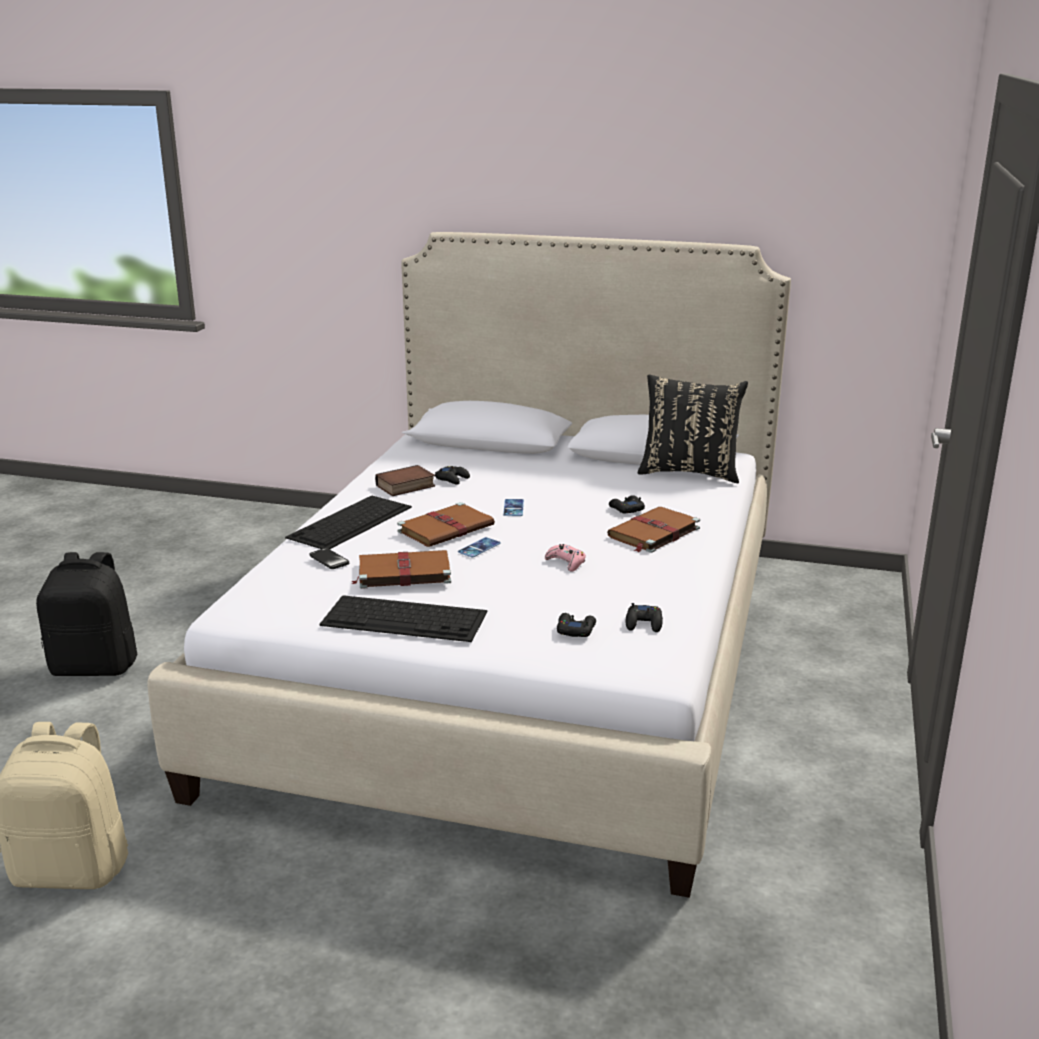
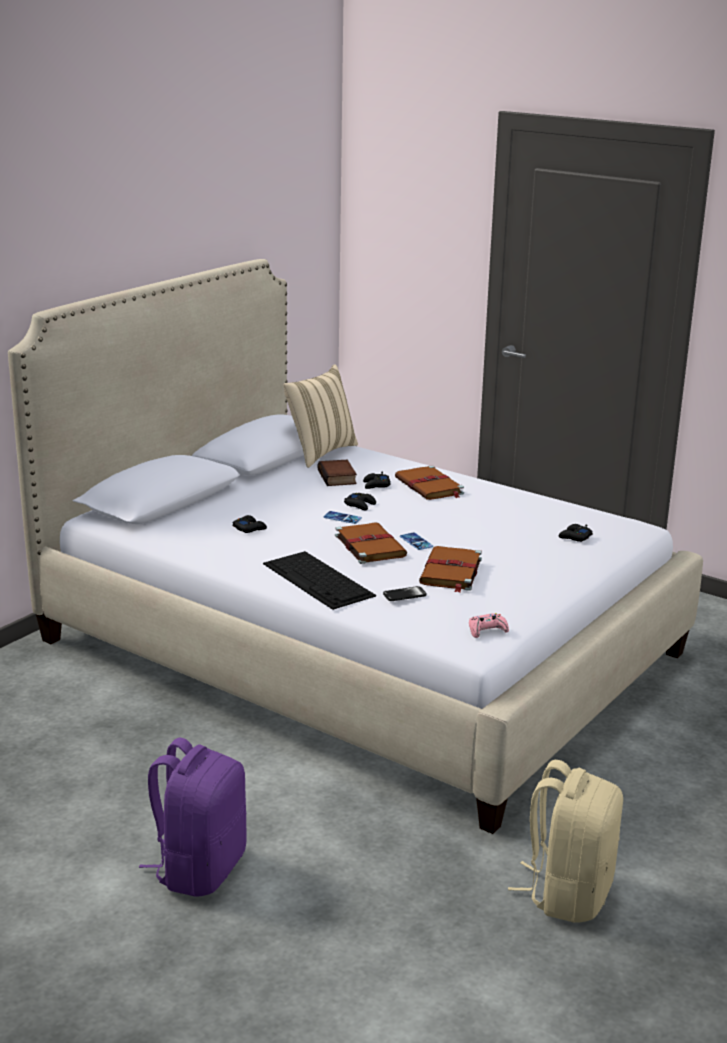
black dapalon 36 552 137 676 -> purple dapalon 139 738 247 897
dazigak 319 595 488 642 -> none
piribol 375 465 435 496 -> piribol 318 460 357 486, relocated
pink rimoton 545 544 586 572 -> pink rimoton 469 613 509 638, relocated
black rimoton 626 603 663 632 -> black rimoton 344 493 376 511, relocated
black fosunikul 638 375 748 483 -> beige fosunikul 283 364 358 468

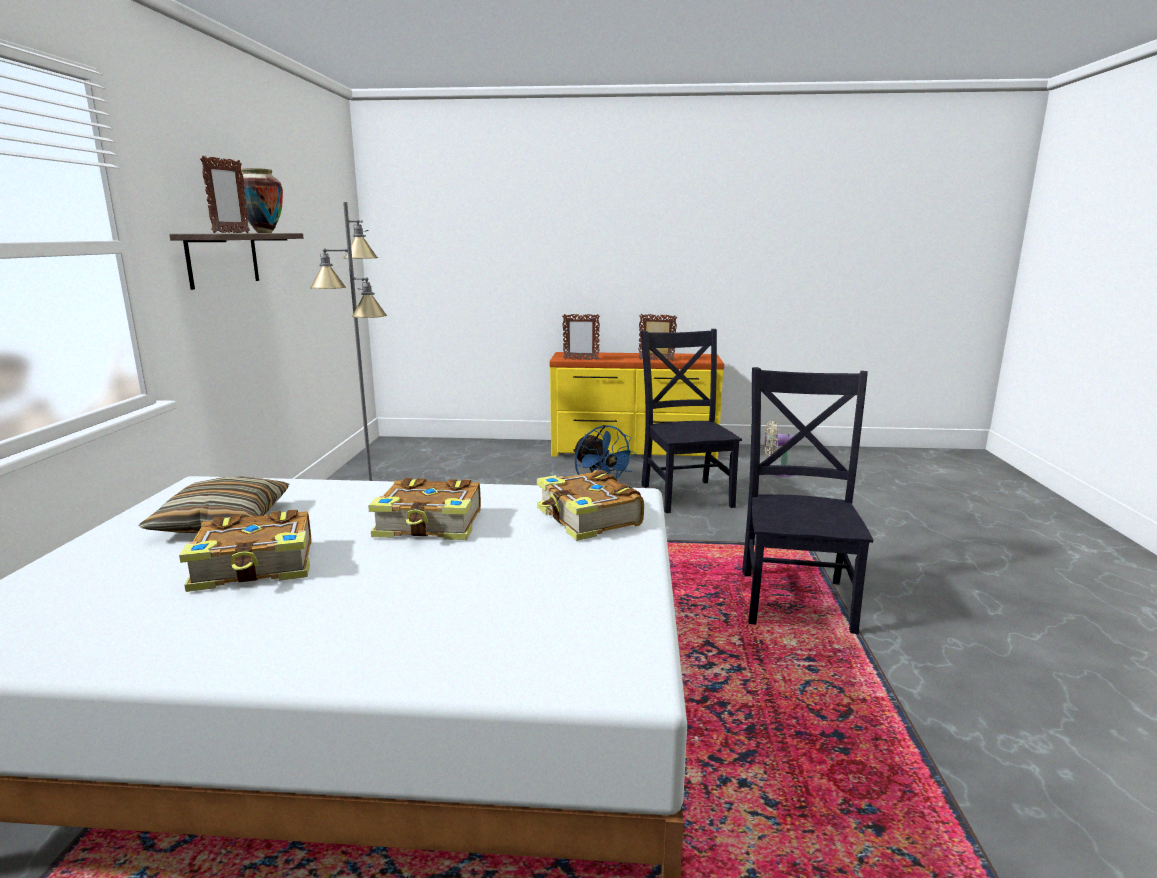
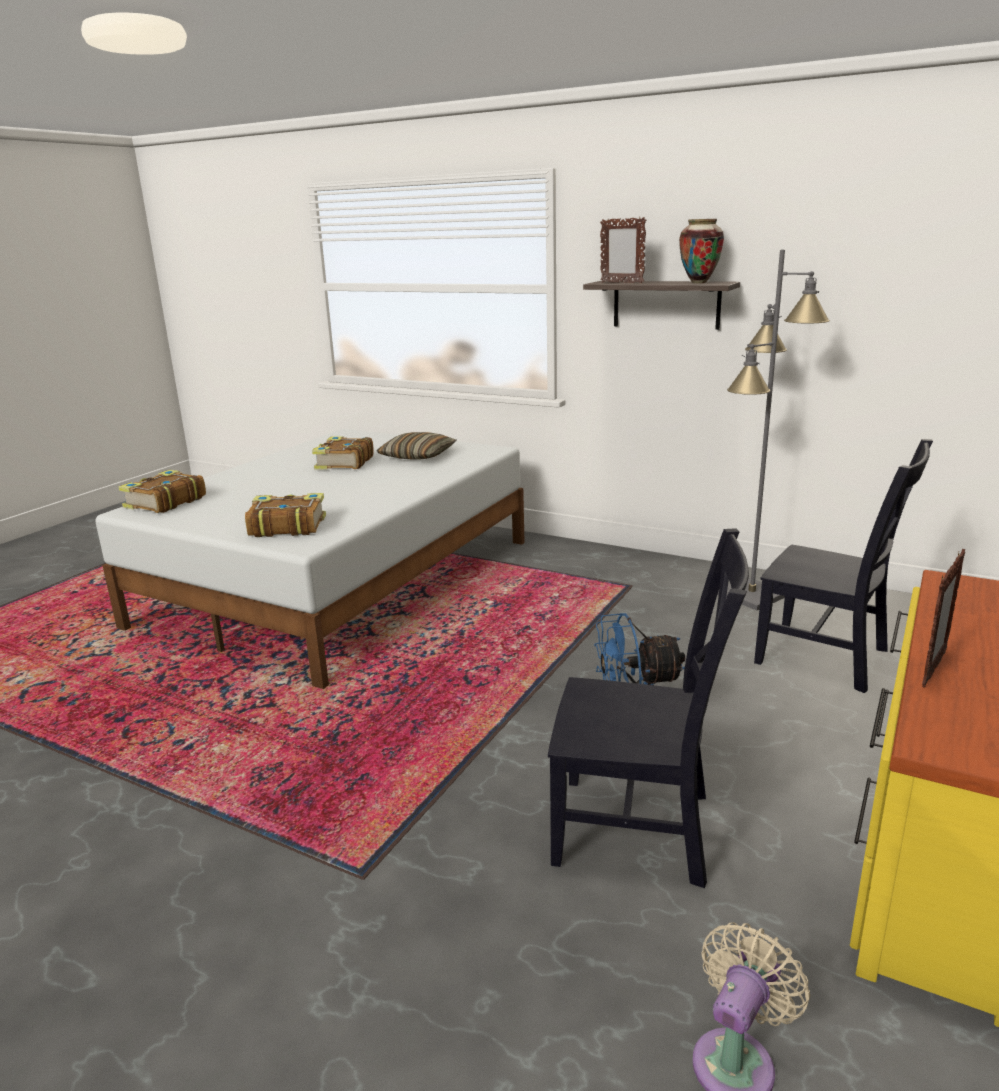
piribol 368 478 481 540 -> piribol 118 470 206 513, relocated
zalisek 562 314 600 360 -> none
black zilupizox 742 367 873 634 -> black zilupizox 754 439 933 693, relocated

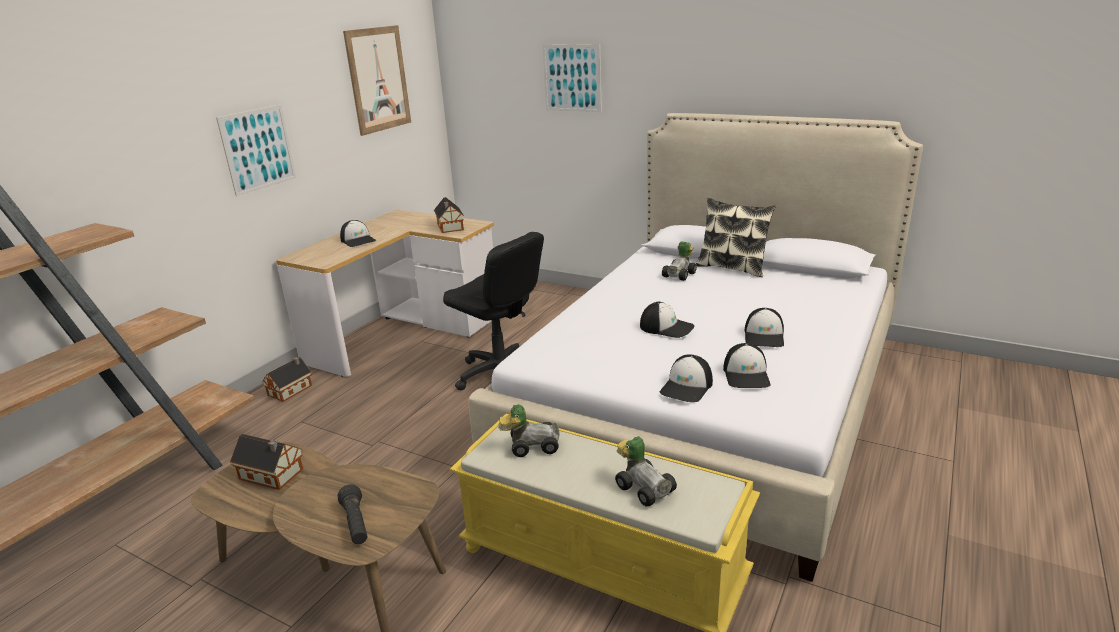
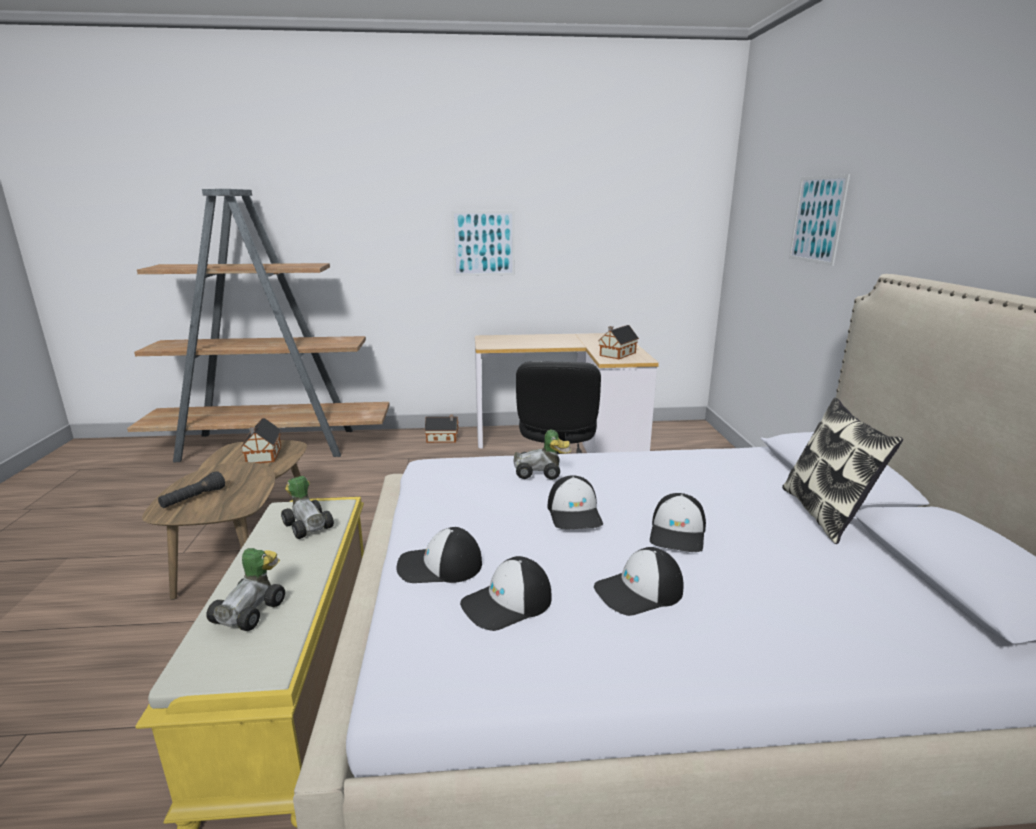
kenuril 340 220 376 247 -> kenuril 650 493 706 552, relocated
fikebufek 343 25 411 136 -> none
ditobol 662 241 697 281 -> ditobol 514 429 571 480, relocated

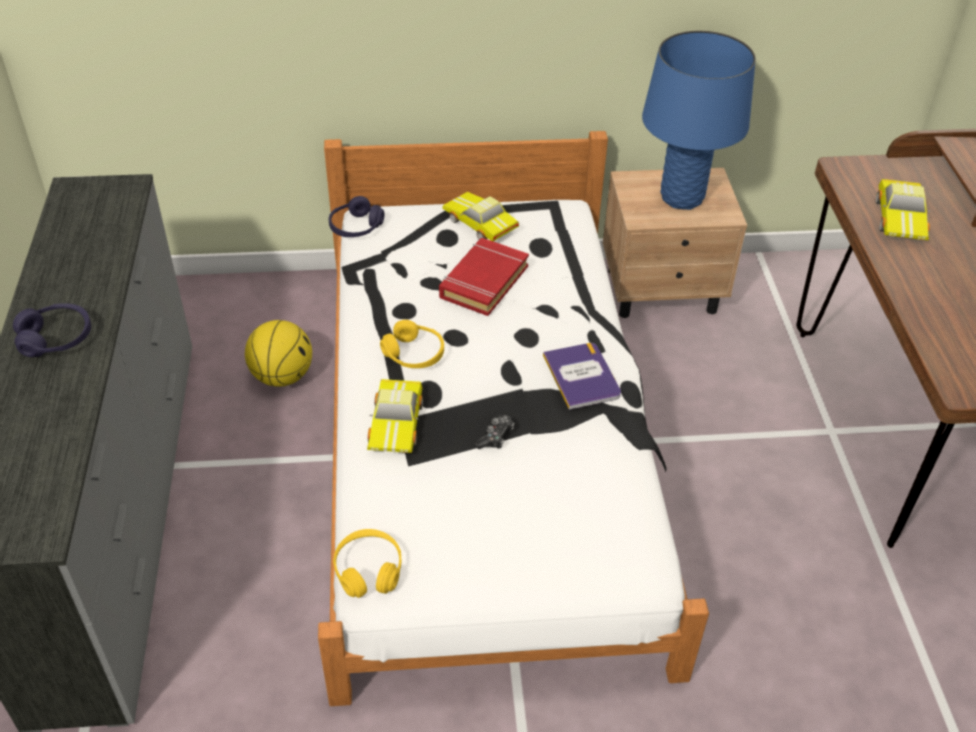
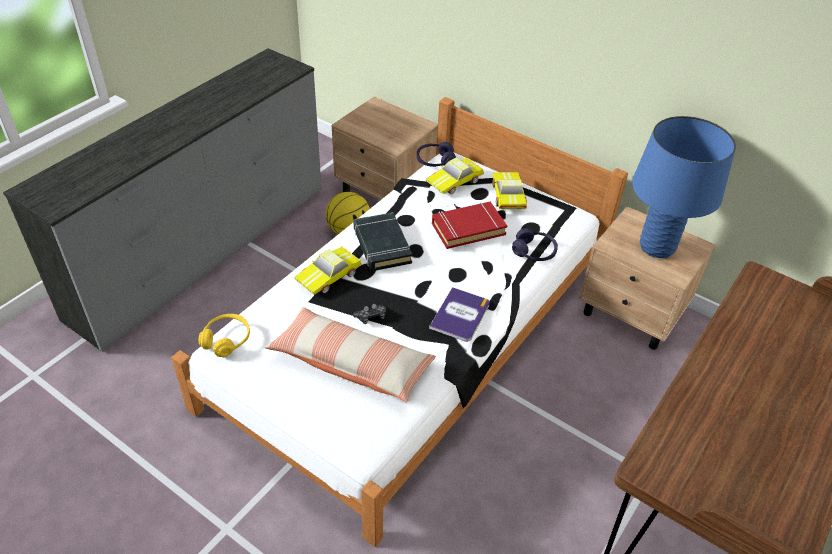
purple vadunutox 13 303 91 357 -> purple vadunutox 512 228 558 261, relocated
yellow vadunutox 380 320 444 368 -> black piribol 354 212 413 271
ditobol 876 179 930 240 -> ditobol 426 158 484 194, relocated
none -> fosunikul 264 307 436 403
none -> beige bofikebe 331 97 438 200

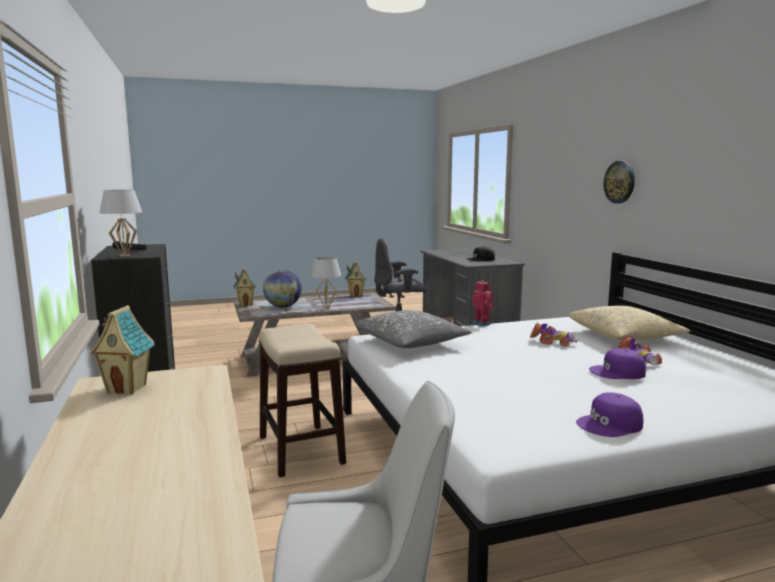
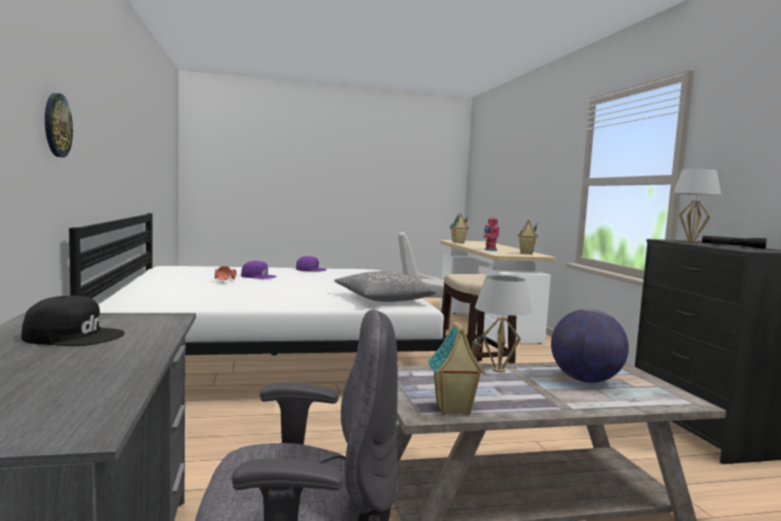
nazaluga 234 267 256 306 -> nazaluga 449 213 469 243, relocated
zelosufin 472 280 494 326 -> zelosufin 483 217 499 251, relocated
ditobol 530 323 578 346 -> none
beige fosunikul 568 306 690 341 -> none

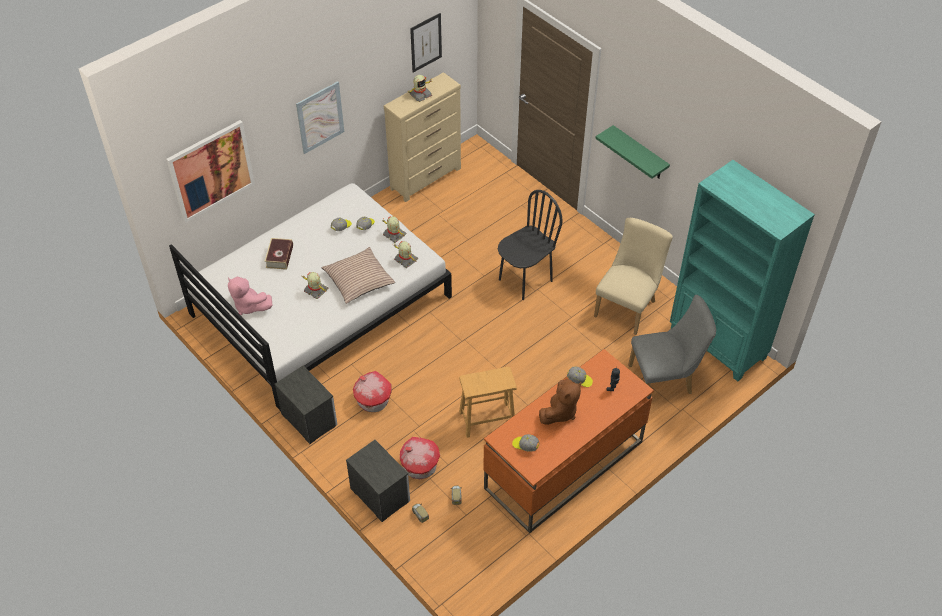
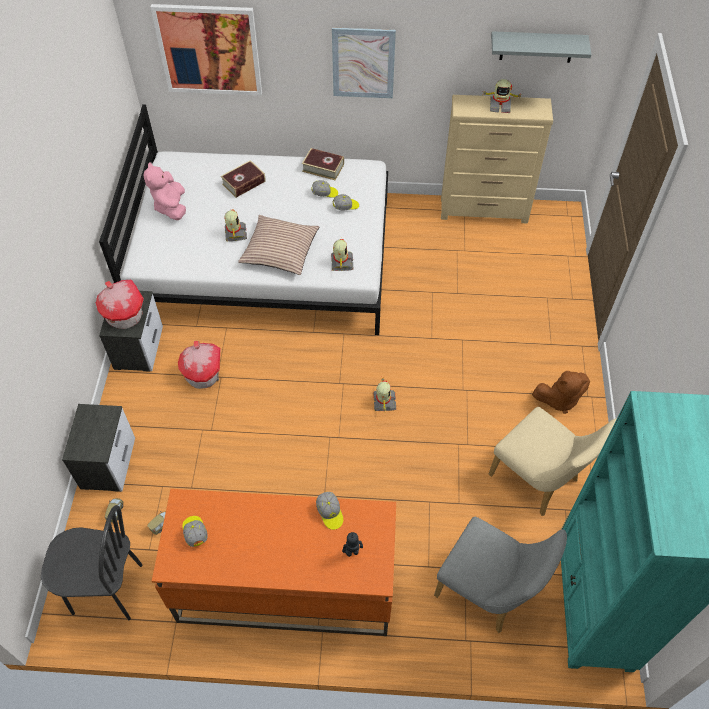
zelosufin 382 216 407 243 -> zelosufin 373 377 396 411, relocated
nazaluga 400 437 440 479 -> nazaluga 96 280 144 329, relocated
fikebufek 410 13 442 73 -> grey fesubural 491 31 592 63
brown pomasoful 459 367 517 438 -> none
black zilupizox 498 190 563 300 -> black zilupizox 41 505 142 620, relocated
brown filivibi 539 379 581 425 -> brown filivibi 532 371 590 414, relocated
beige zilupizox 594 218 673 335 -> beige zilupizox 489 407 617 516, 60 degrees clockwise
green fesubural 595 125 670 179 -> none
none -> piribol 302 148 344 181

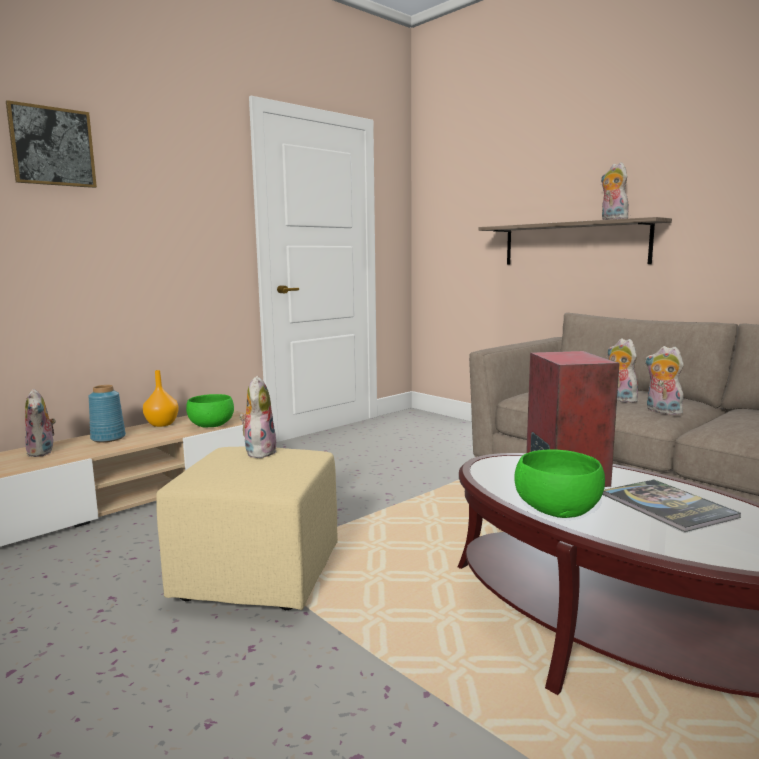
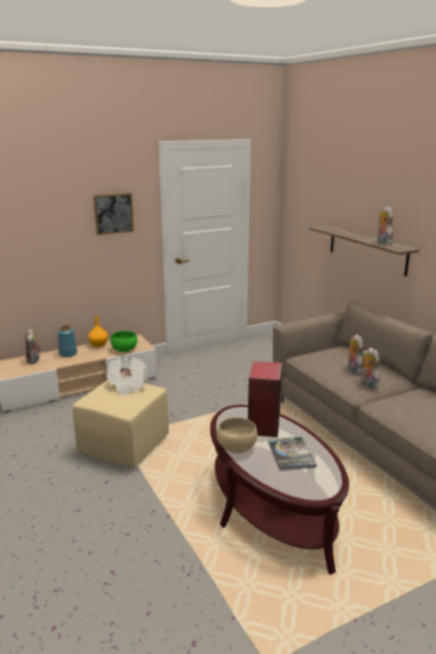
fikebufek 6 100 97 188 -> fikebufek 93 193 134 235, relocated
filivibi 239 376 277 458 -> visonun 106 355 147 396
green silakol 514 450 605 518 -> beige silakol 217 417 258 453

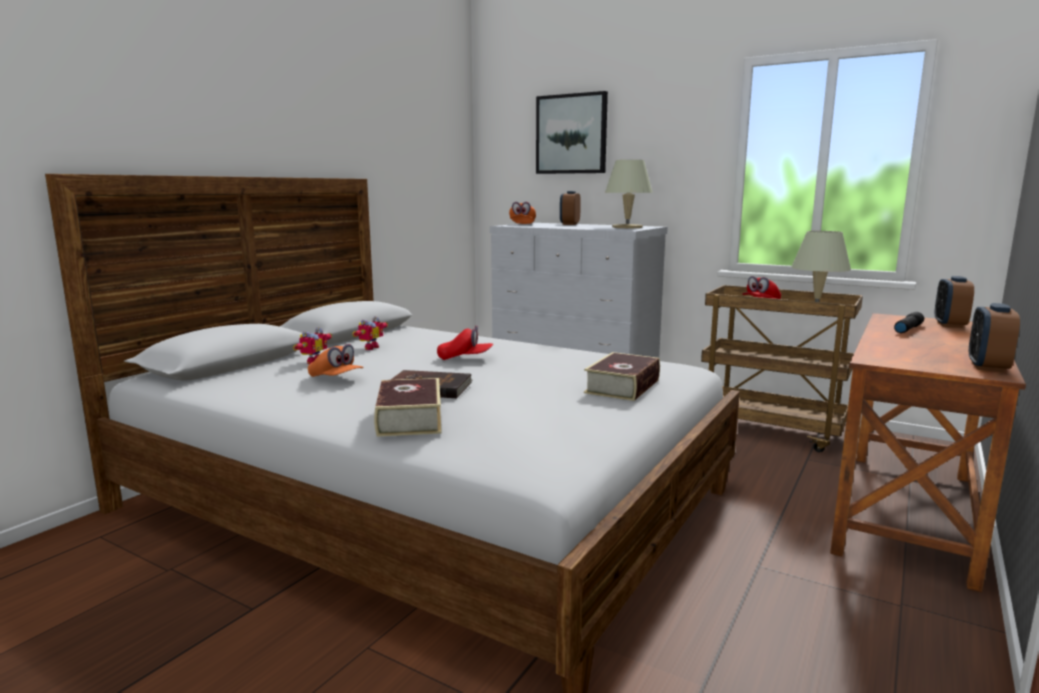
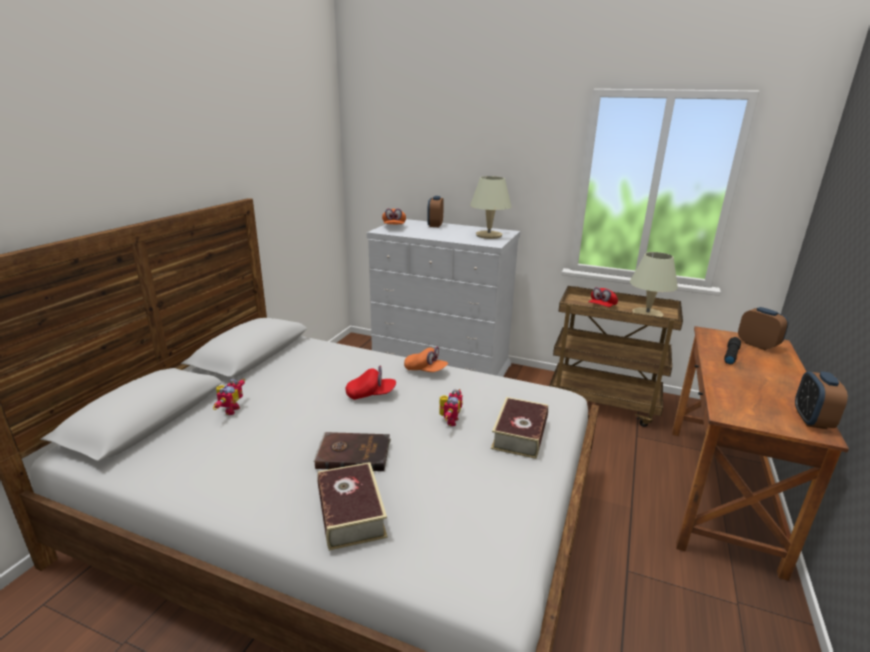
orange kenuril 308 344 364 377 -> orange kenuril 404 347 448 372, relocated
zelosufin 352 316 388 350 -> zelosufin 439 389 463 426, relocated
fikebufek 536 91 608 174 -> none
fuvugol 935 276 974 328 -> fuvugol 738 307 789 350, 135 degrees clockwise

